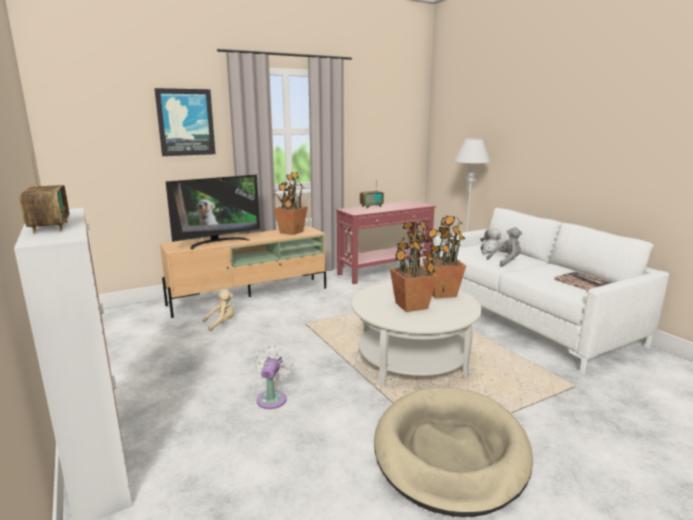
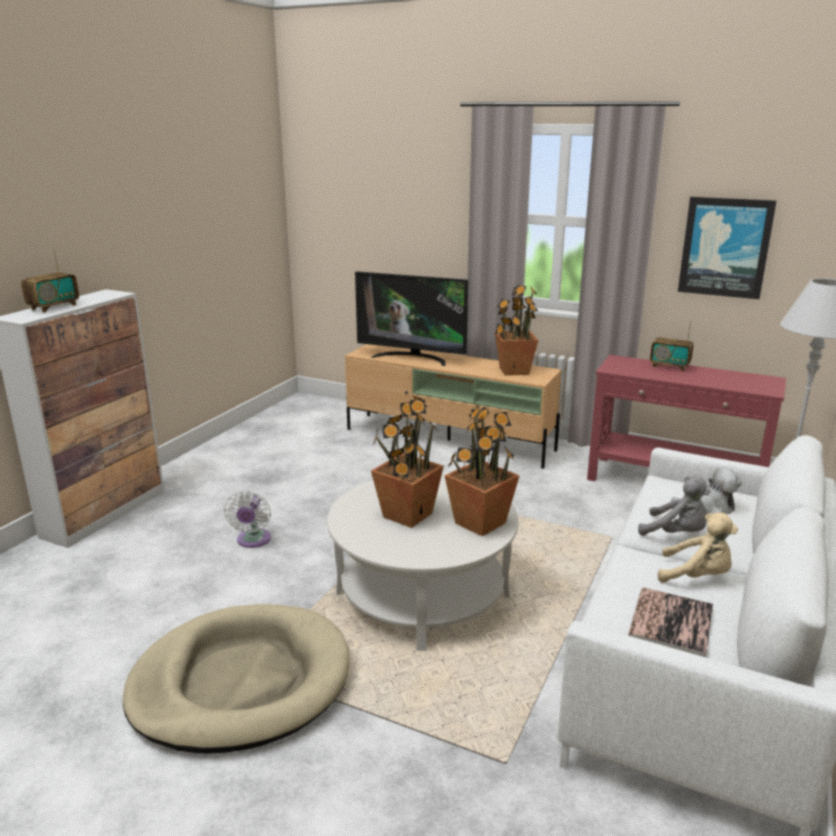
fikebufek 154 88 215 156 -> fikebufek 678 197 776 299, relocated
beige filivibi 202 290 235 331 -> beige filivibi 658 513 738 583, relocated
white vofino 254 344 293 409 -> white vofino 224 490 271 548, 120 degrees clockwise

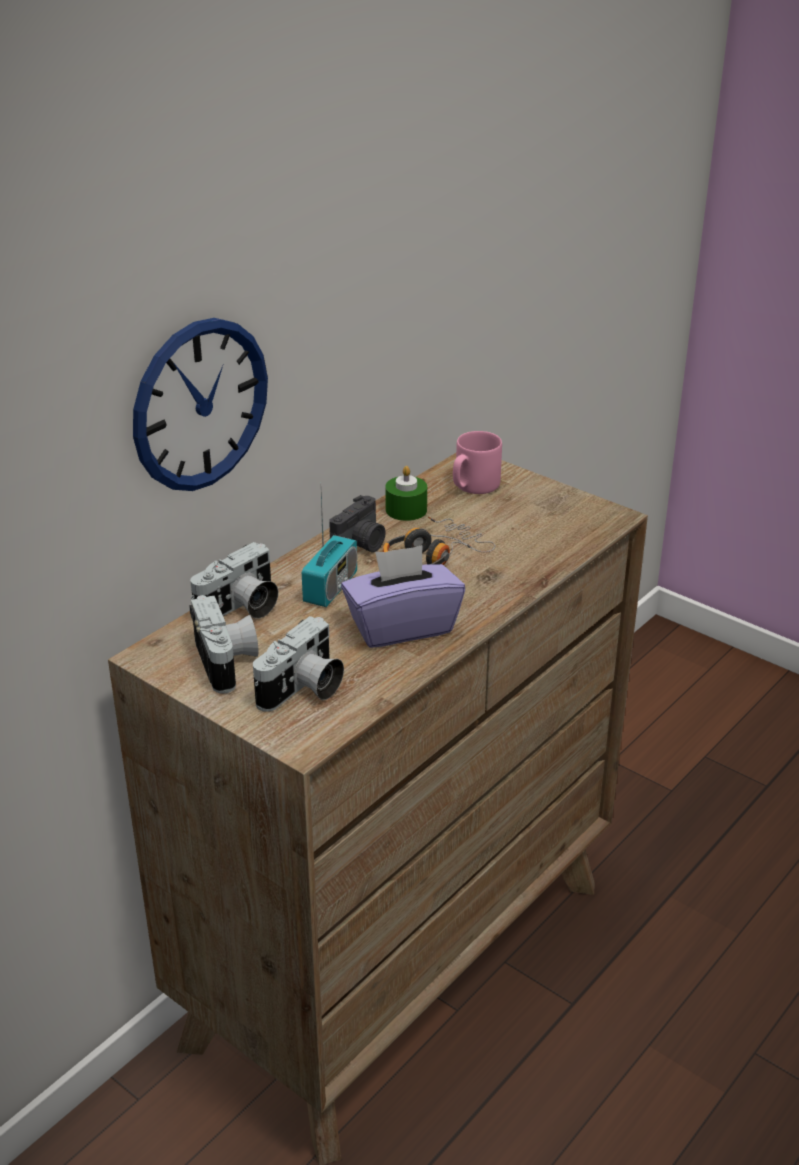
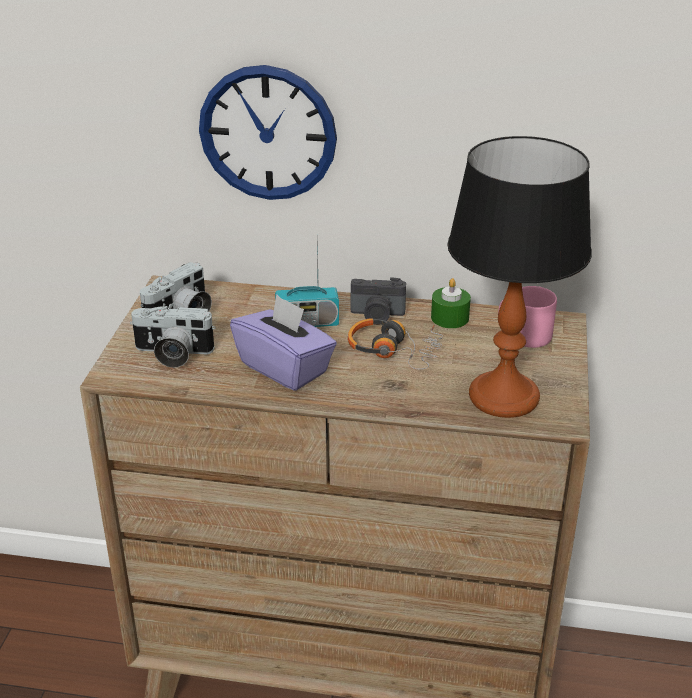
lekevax 190 542 278 619 -> none
none -> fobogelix 447 136 592 418

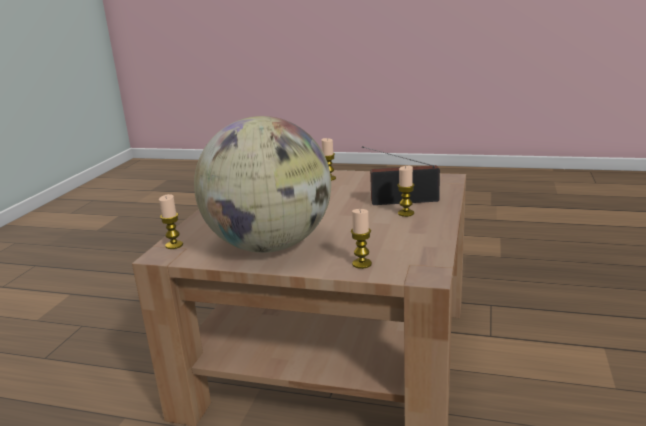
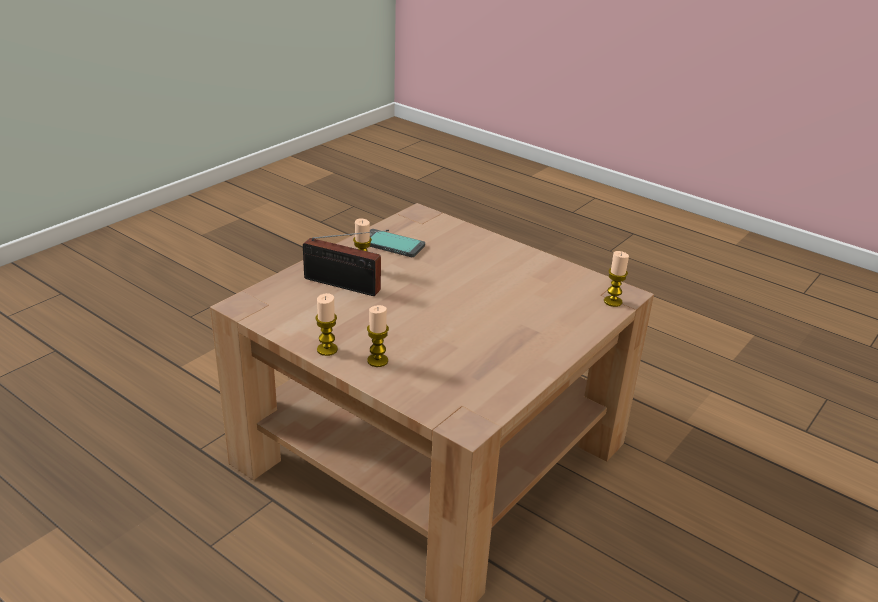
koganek 194 116 331 253 -> none
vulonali 351 209 372 269 -> vulonali 315 293 338 356, relocated
none -> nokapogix 369 229 425 257

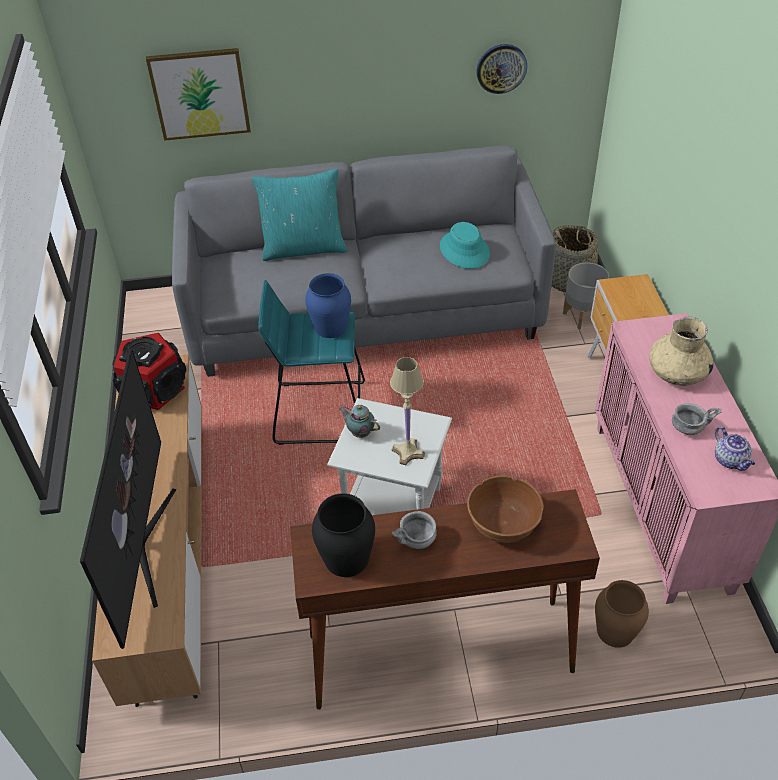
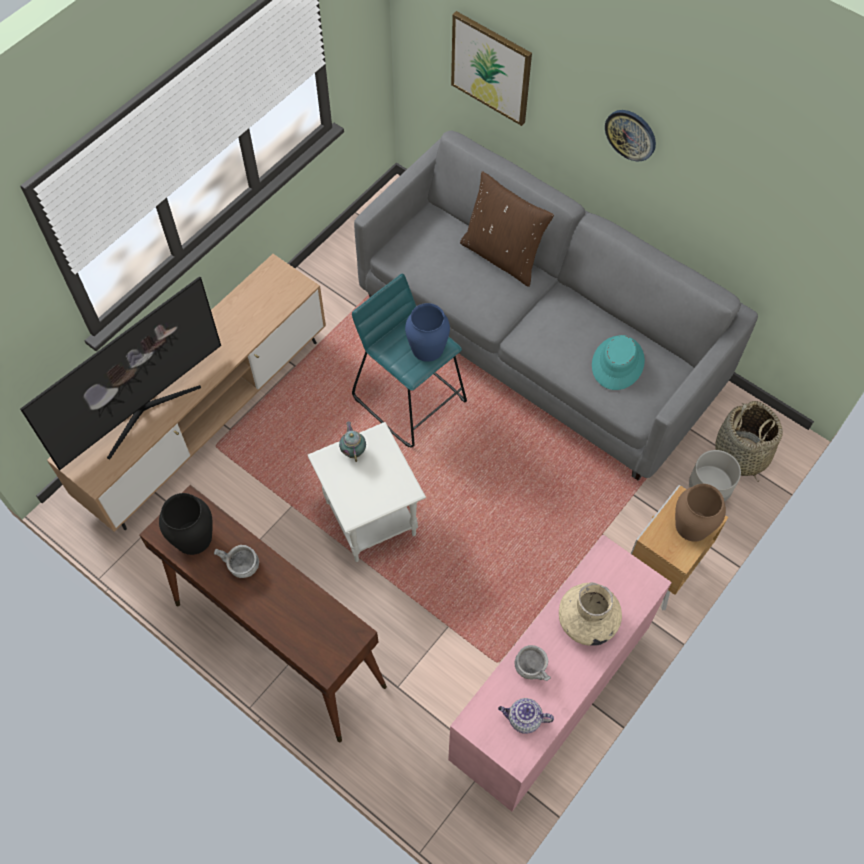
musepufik 112 333 187 410 -> none
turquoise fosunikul 252 169 347 261 -> brown fosunikul 460 171 554 287
beige fobogelix 390 357 425 465 -> none
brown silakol 467 476 544 543 -> none
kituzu 476 44 527 94 -> kituzu 605 110 656 161, relocated
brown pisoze 595 580 649 648 -> brown pisoze 675 484 726 542, relocated
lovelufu 715 426 755 471 -> lovelufu 498 698 554 734, 75 degrees clockwise

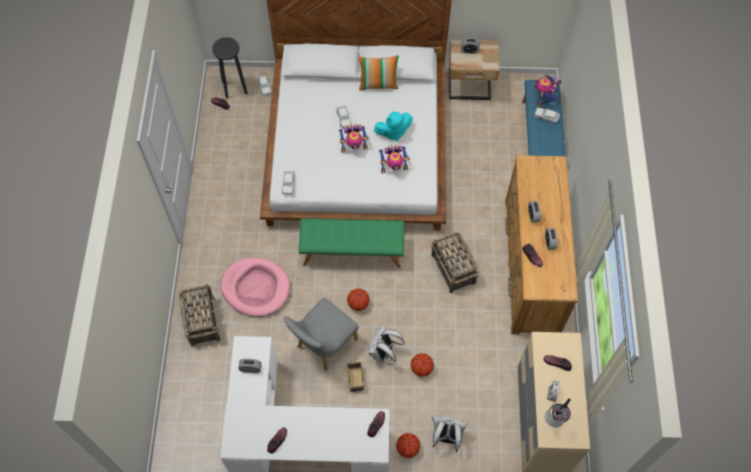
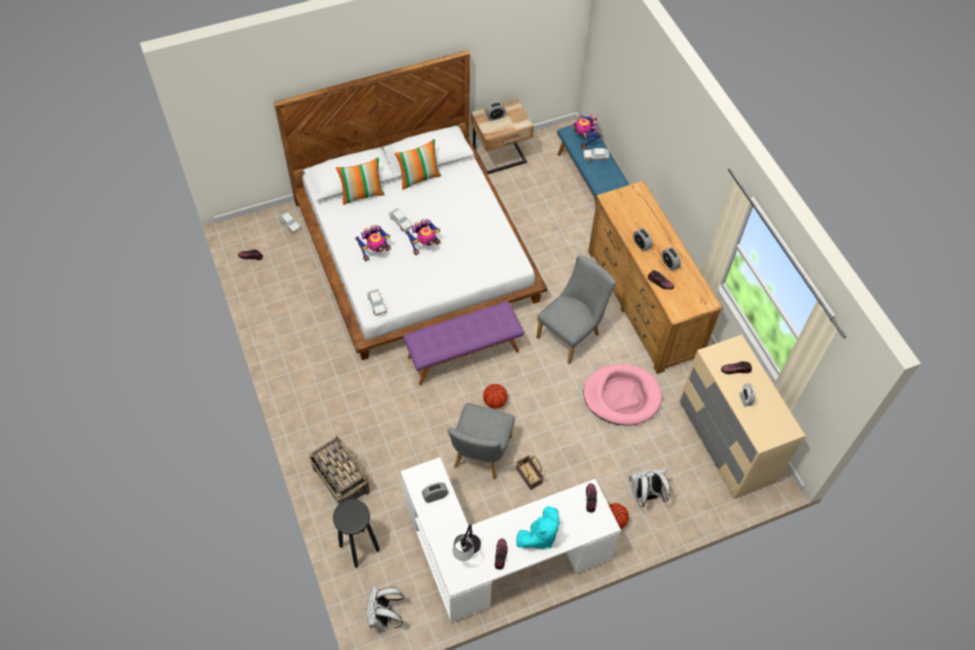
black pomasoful 212 37 248 99 -> black pomasoful 333 499 380 568, relocated
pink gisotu 221 257 290 317 -> pink gisotu 583 364 662 426, relocated
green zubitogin 298 219 404 268 -> purple zubitogin 403 301 524 386
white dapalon 369 324 405 365 -> white dapalon 366 584 405 630, relocated
turquoise filivibi 374 112 413 142 -> turquoise filivibi 516 506 560 549, relocated
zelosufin 379 145 410 173 -> zelosufin 355 225 391 261, relocated
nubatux 411 353 434 377 -> none
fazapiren 431 232 480 293 -> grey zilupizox 536 255 616 364
fobogelix 545 398 571 427 -> fobogelix 453 524 481 561, relocated
none -> fosunikul 335 157 385 205

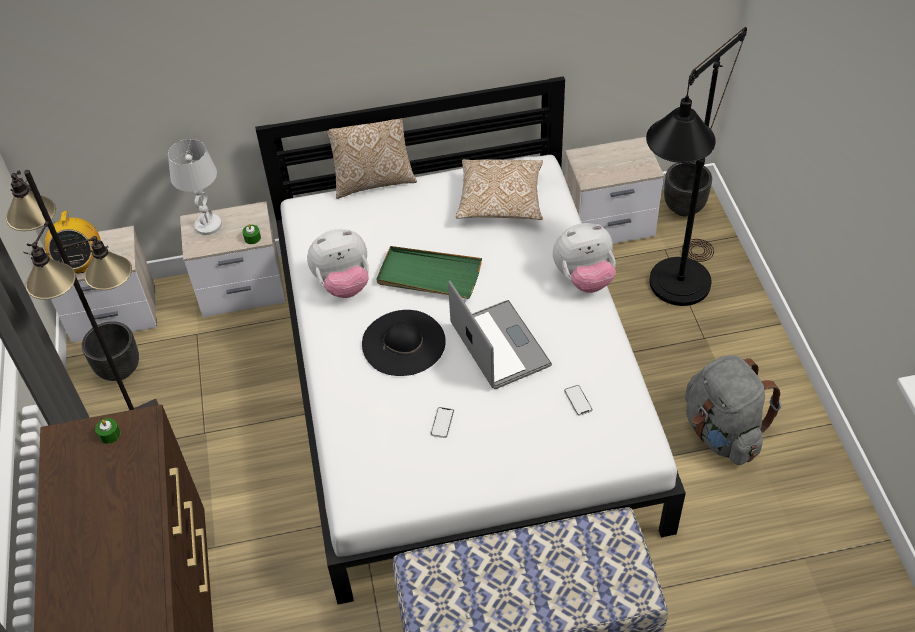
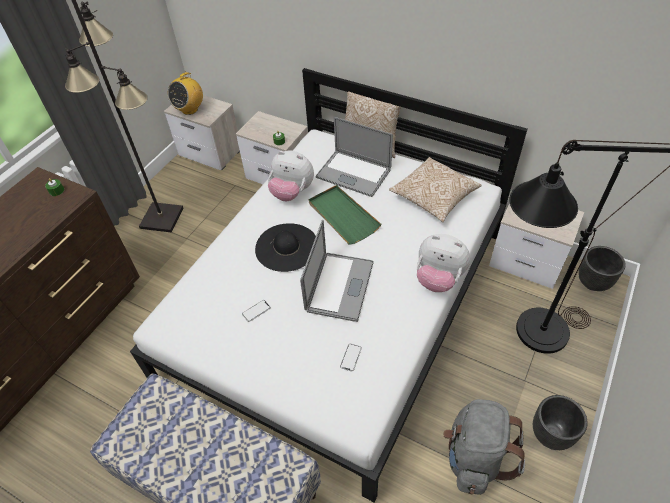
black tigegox 82 321 139 381 -> black tigegox 533 395 588 450, relocated
white fobogelix 168 139 222 235 -> none
none -> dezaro 316 117 393 197

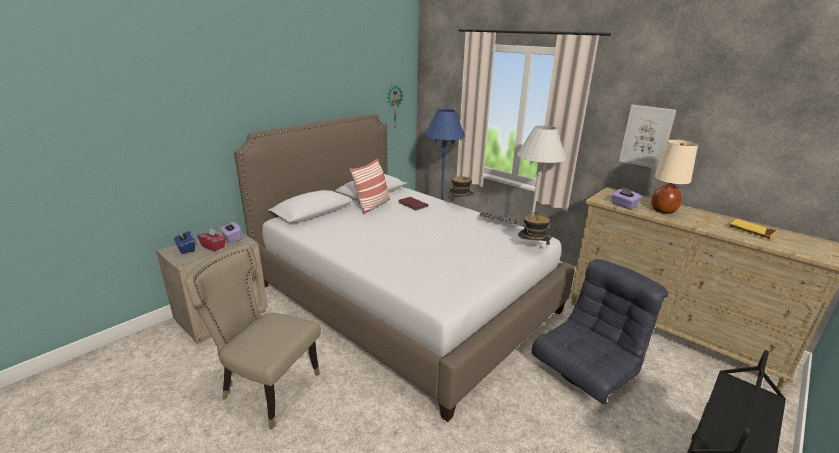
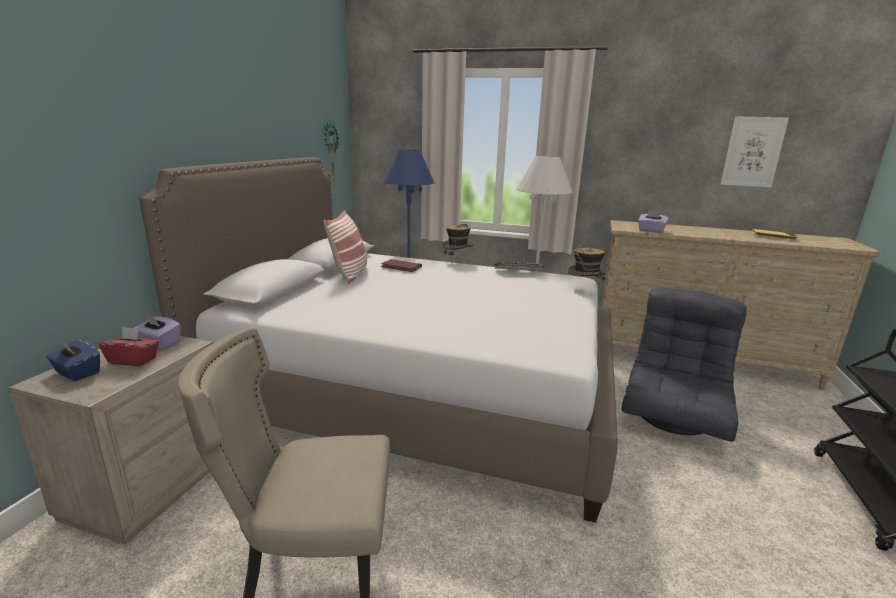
fikebufek 619 105 676 169 -> fikebufek 721 116 789 187, relocated
beige fobogelix 651 139 698 214 -> none

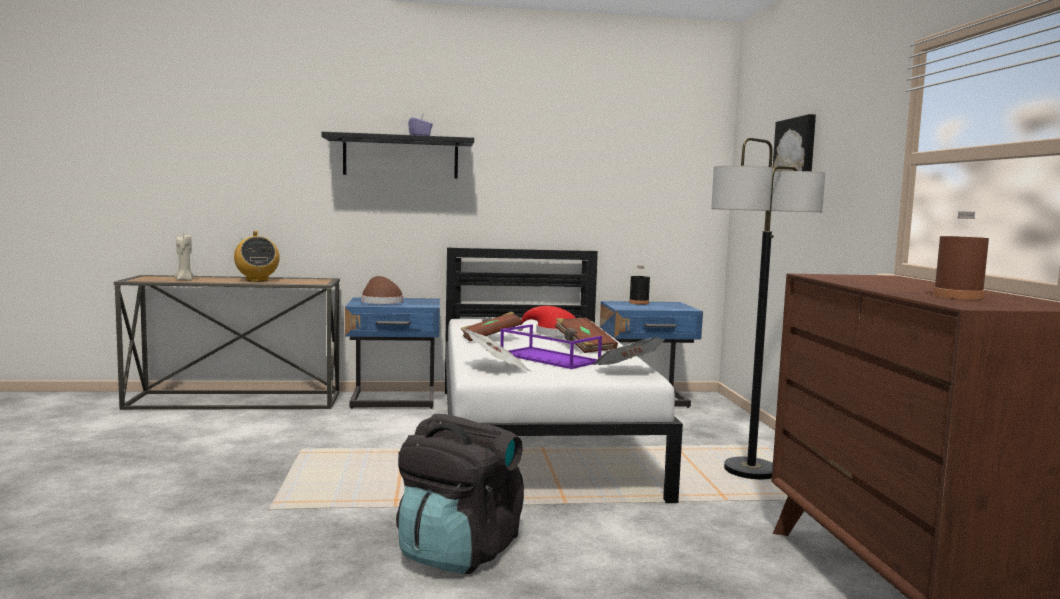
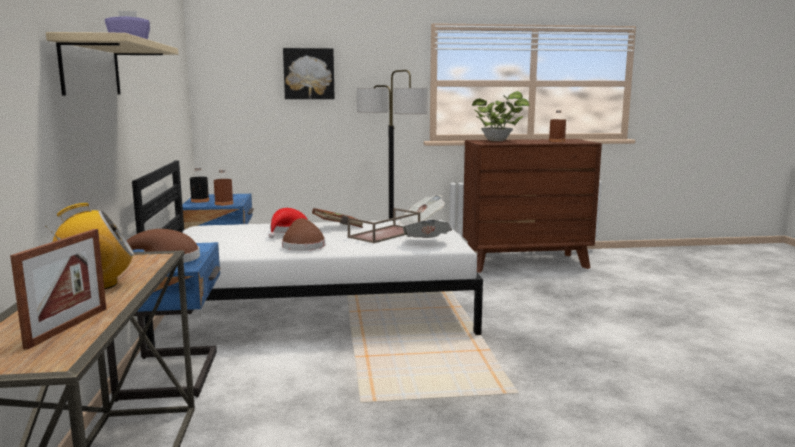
beige vulonali 175 235 194 281 -> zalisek 10 229 106 350
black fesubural 322 132 474 178 -> beige fesubural 46 32 178 95
black dapalon 396 414 524 574 -> none
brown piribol 461 312 522 342 -> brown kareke 282 218 325 251
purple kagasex 500 324 602 369 -> brown kagasex 348 208 421 243
none -> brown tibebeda 214 169 233 206
none -> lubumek 472 91 530 141

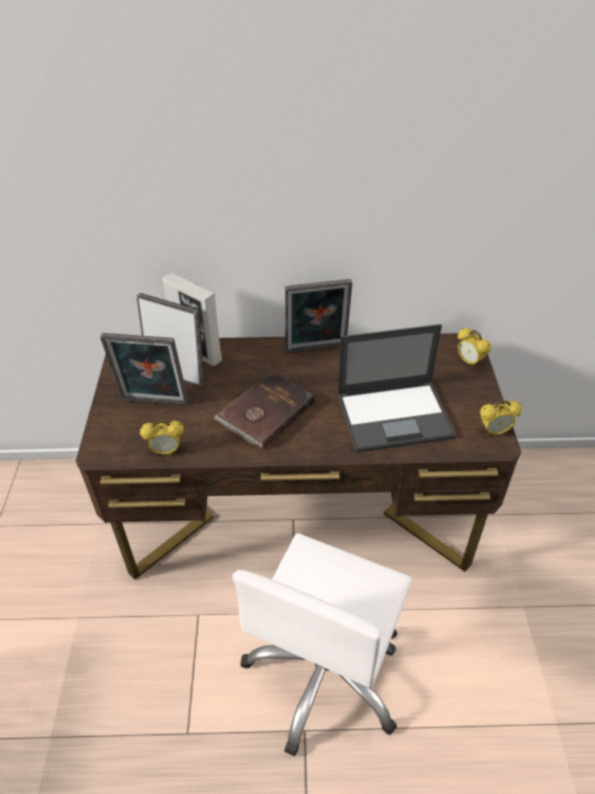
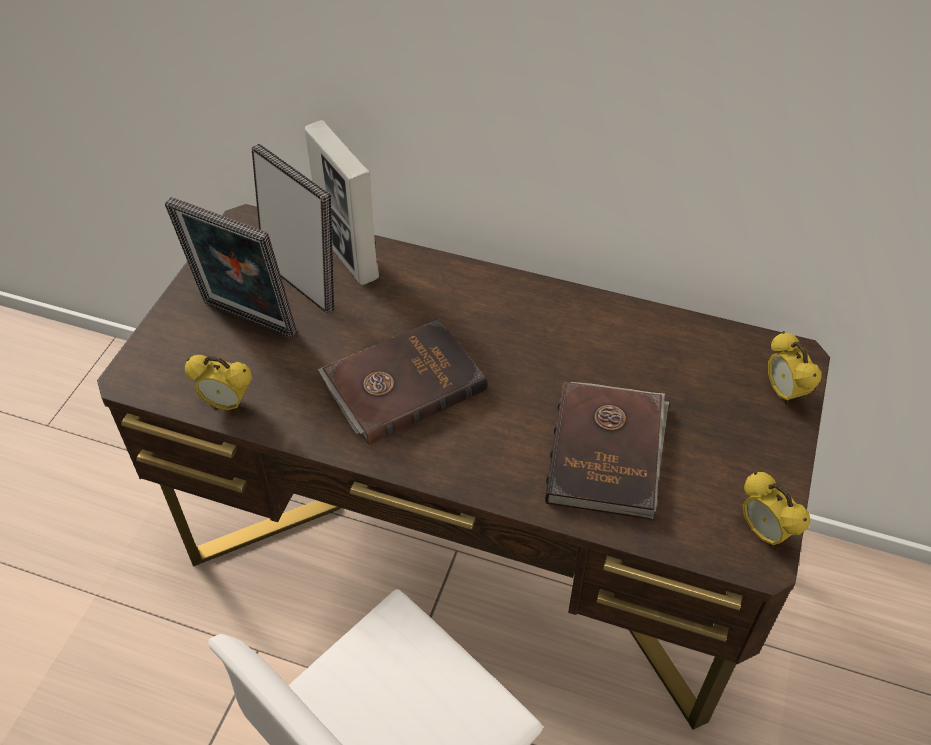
zalisek 285 279 352 353 -> none
dezaro 337 324 456 453 -> brown piribol 545 382 669 519
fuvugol 480 400 522 436 -> fuvugol 742 472 811 548, 45 degrees clockwise

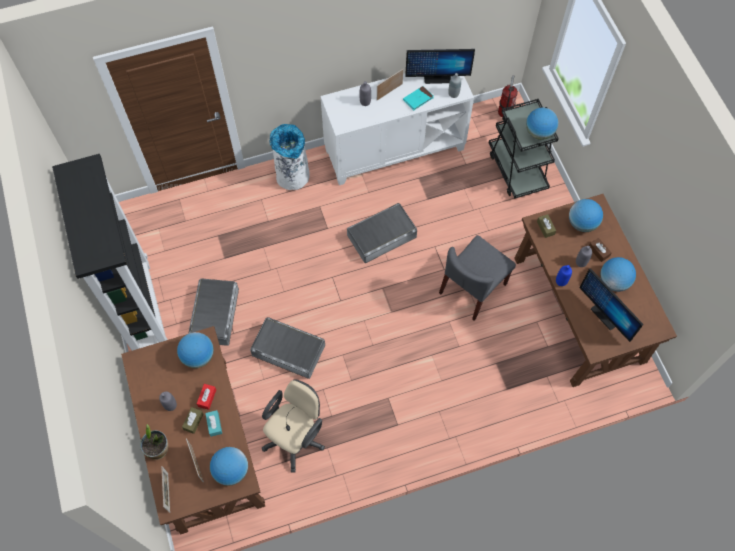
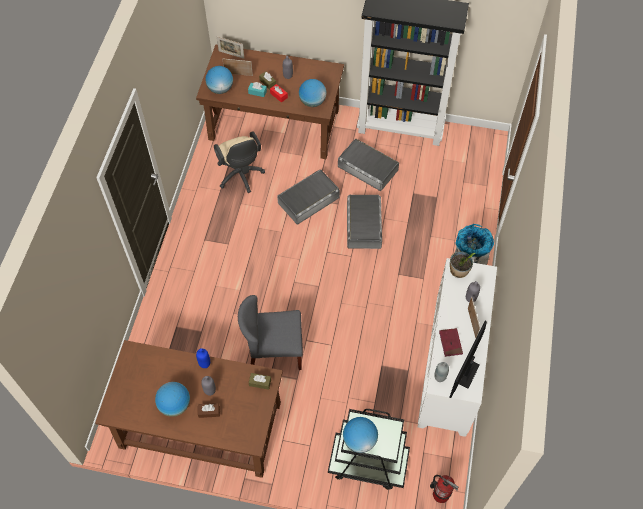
lubumek 140 424 168 460 -> lubumek 450 251 475 278, relocated
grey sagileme 347 203 417 263 -> grey sagileme 347 195 382 249, relocated
turquoise piribol 403 86 434 110 -> red piribol 439 328 463 357
grey zilupizox 439 235 516 321 -> grey zilupizox 238 295 303 370, 75 degrees counterclockwise
koganek 569 199 603 232 -> none
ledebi 580 268 643 342 -> none

